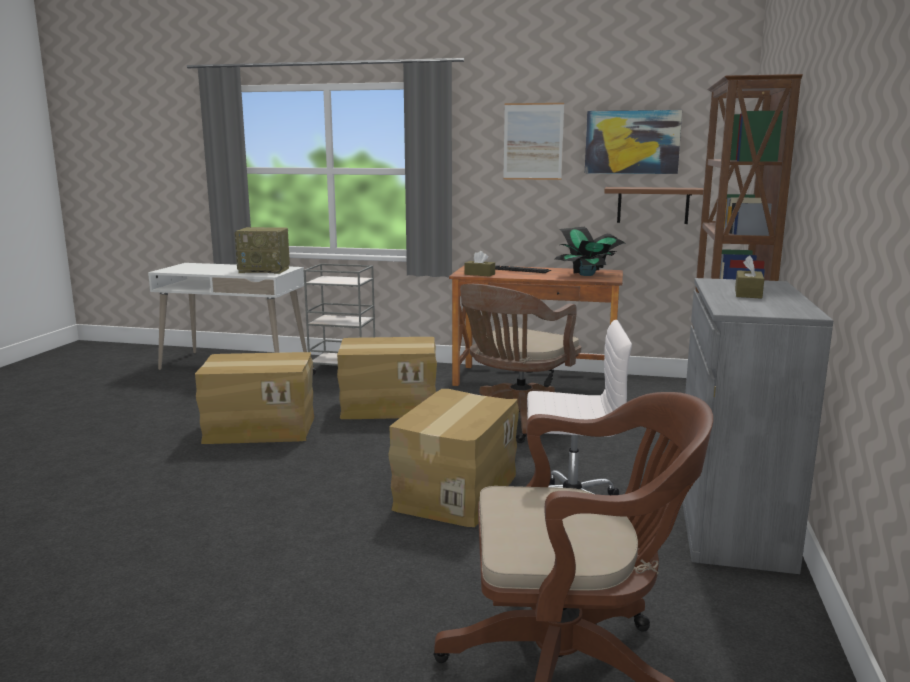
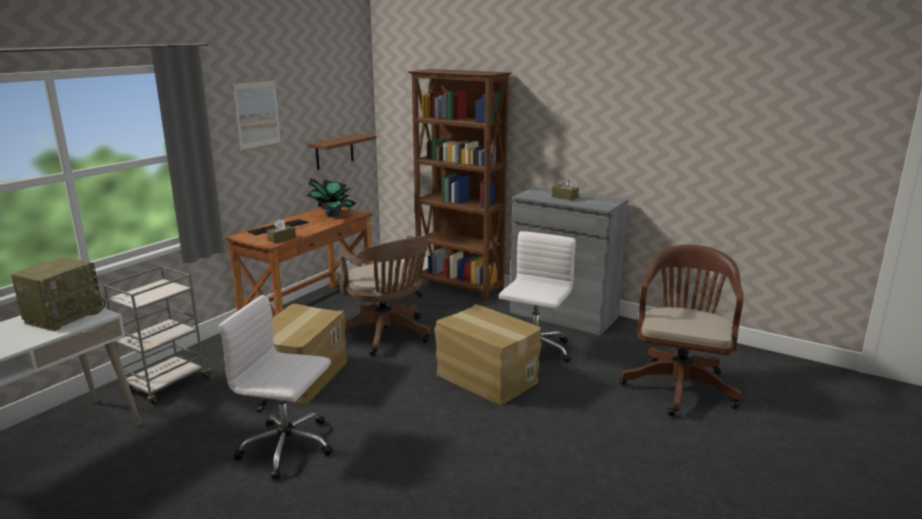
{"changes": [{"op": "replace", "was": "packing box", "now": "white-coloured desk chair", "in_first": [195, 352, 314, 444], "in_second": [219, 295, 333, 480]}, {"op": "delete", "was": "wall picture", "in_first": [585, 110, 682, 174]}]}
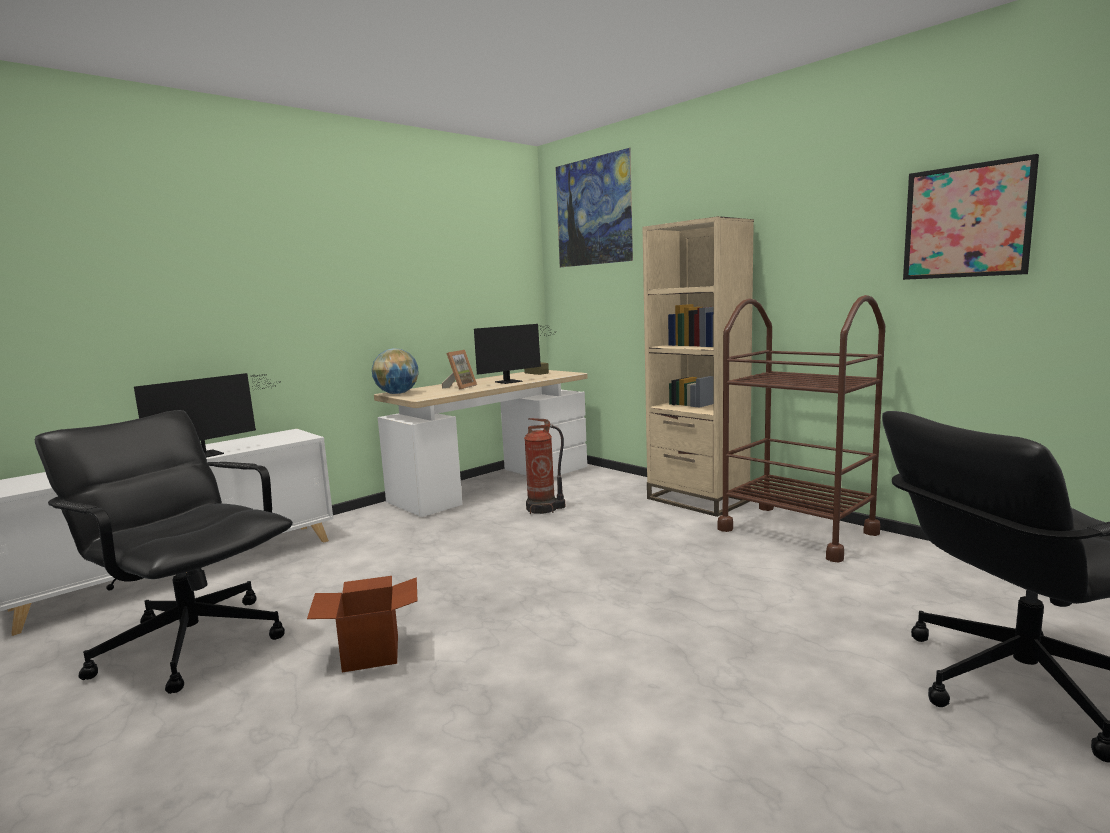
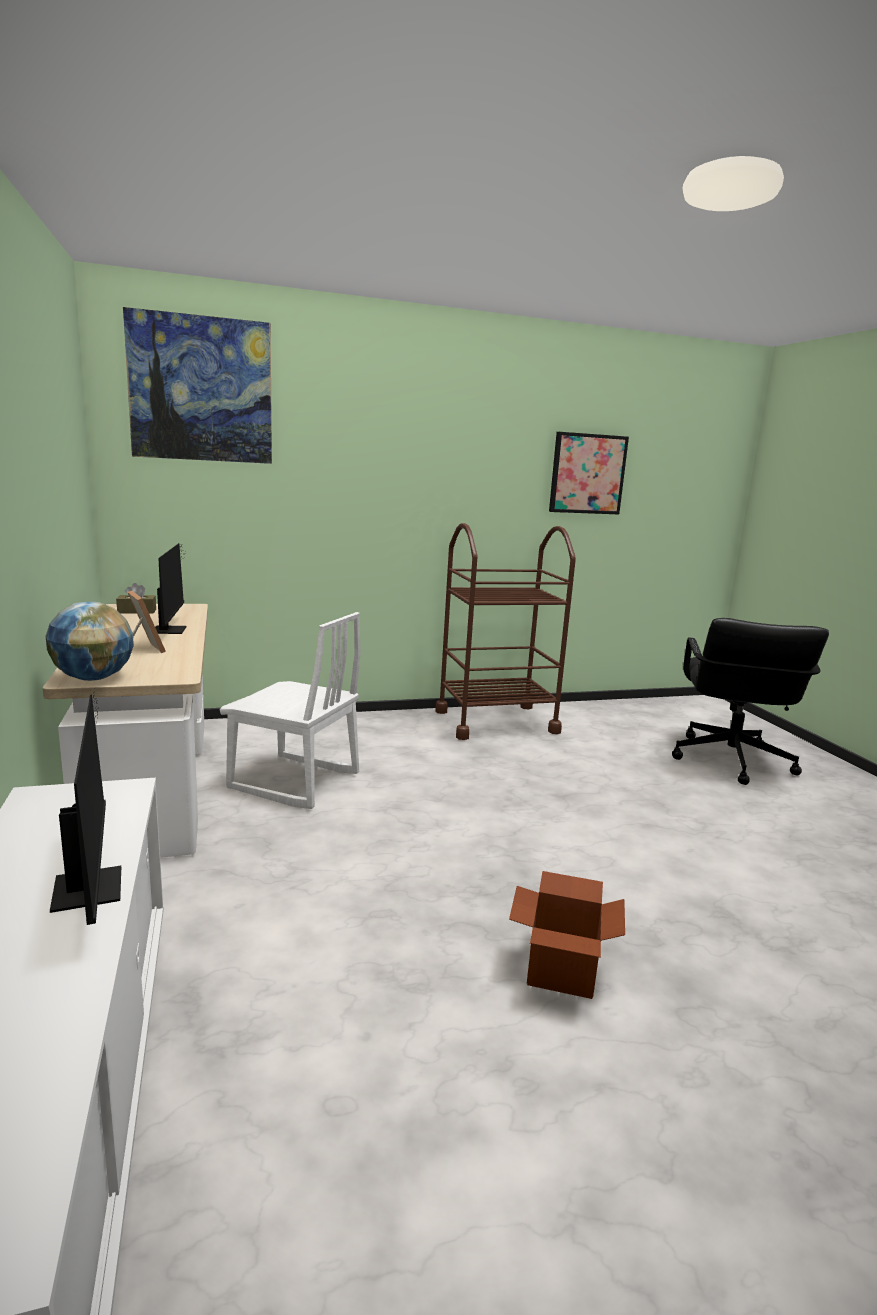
{"changes": [{"op": "replace", "was": "fire extinguisher", "now": "white-coloured chair", "in_first": [524, 418, 565, 514], "in_second": [220, 612, 361, 809]}, {"op": "delete", "was": "black-coloured desk chair", "in_first": [35, 410, 293, 694]}, {"op": "delete", "was": "sand-coloured bookshelf", "in_first": [643, 216, 754, 517]}]}
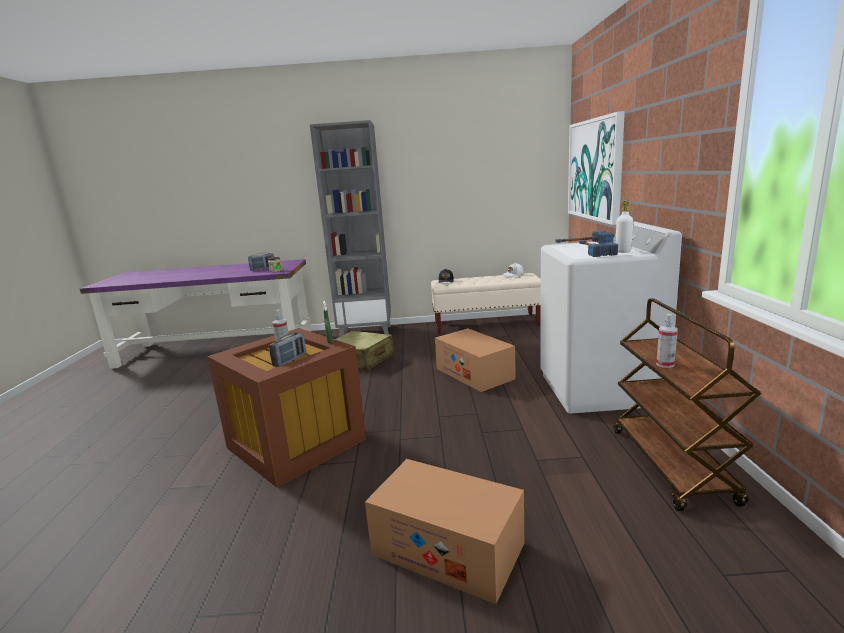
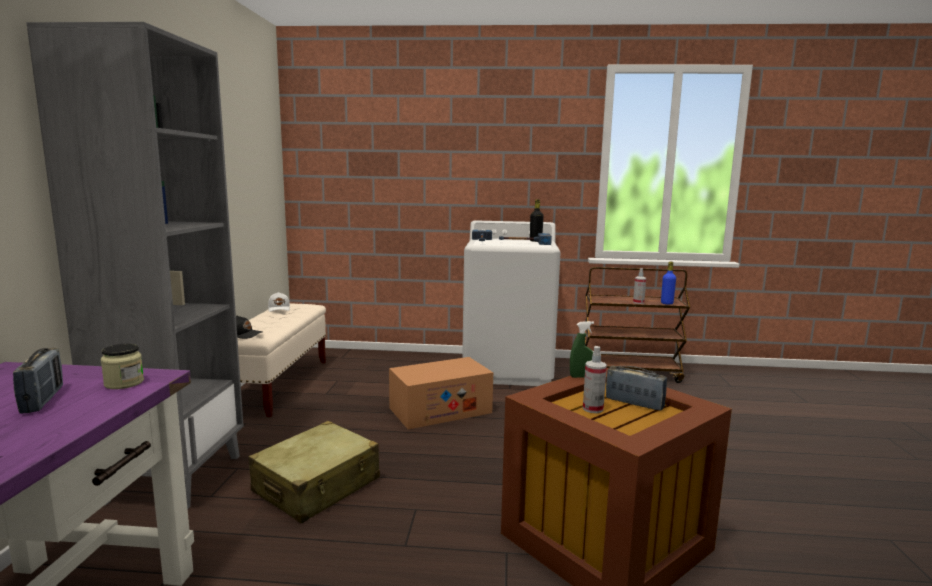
{"changes": [{"op": "recolor", "was": "white-coloured drink bottle", "now": "black-coloured drink bottle", "in_first": [616, 200, 633, 253], "in_second": [530, 199, 544, 242]}, {"op": "insert", "now": "blue-coloured drink bottle", "in_second": [661, 262, 676, 304]}, {"op": "delete", "was": "packing box", "in_first": [365, 459, 524, 604]}, {"op": "delete", "was": "wall picture", "in_first": [568, 111, 625, 225]}]}
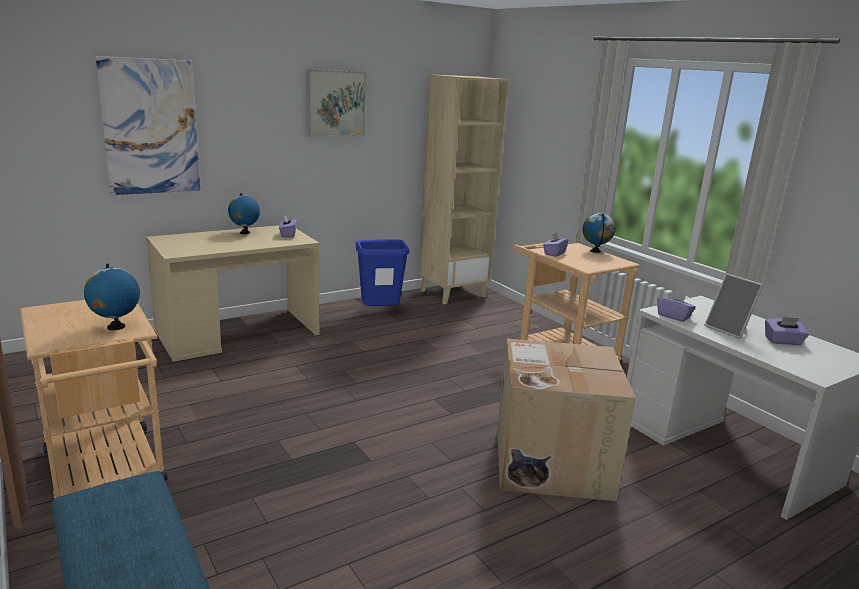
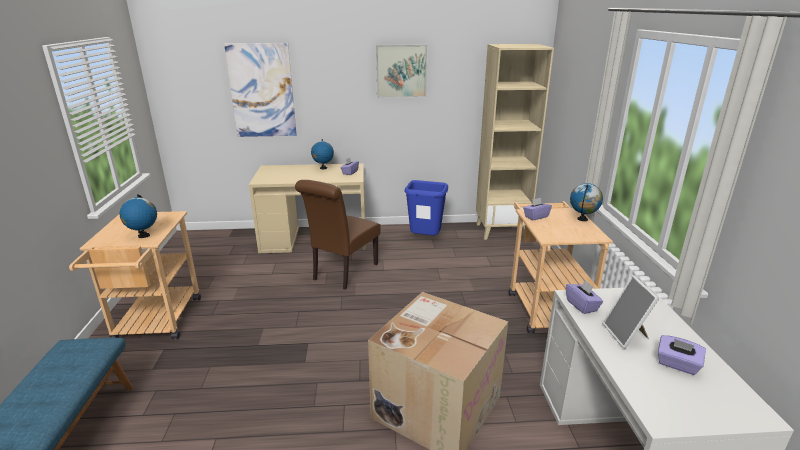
{"changes": [{"op": "insert", "now": "brown-coloured chair", "in_second": [295, 180, 381, 290]}]}
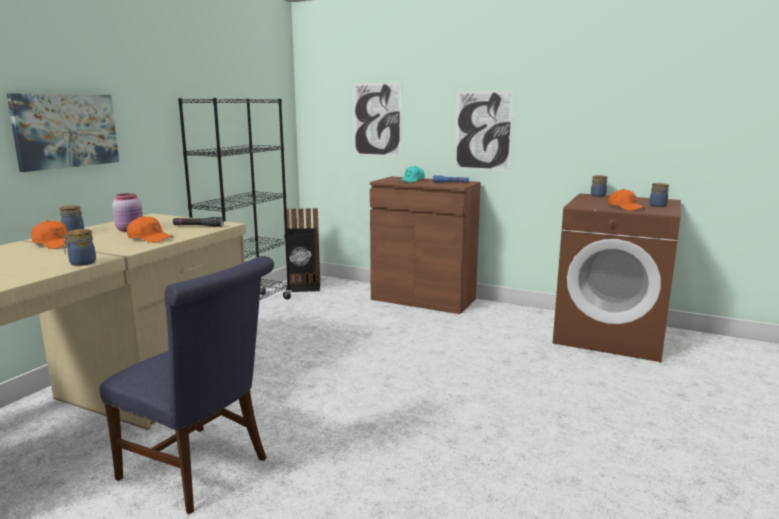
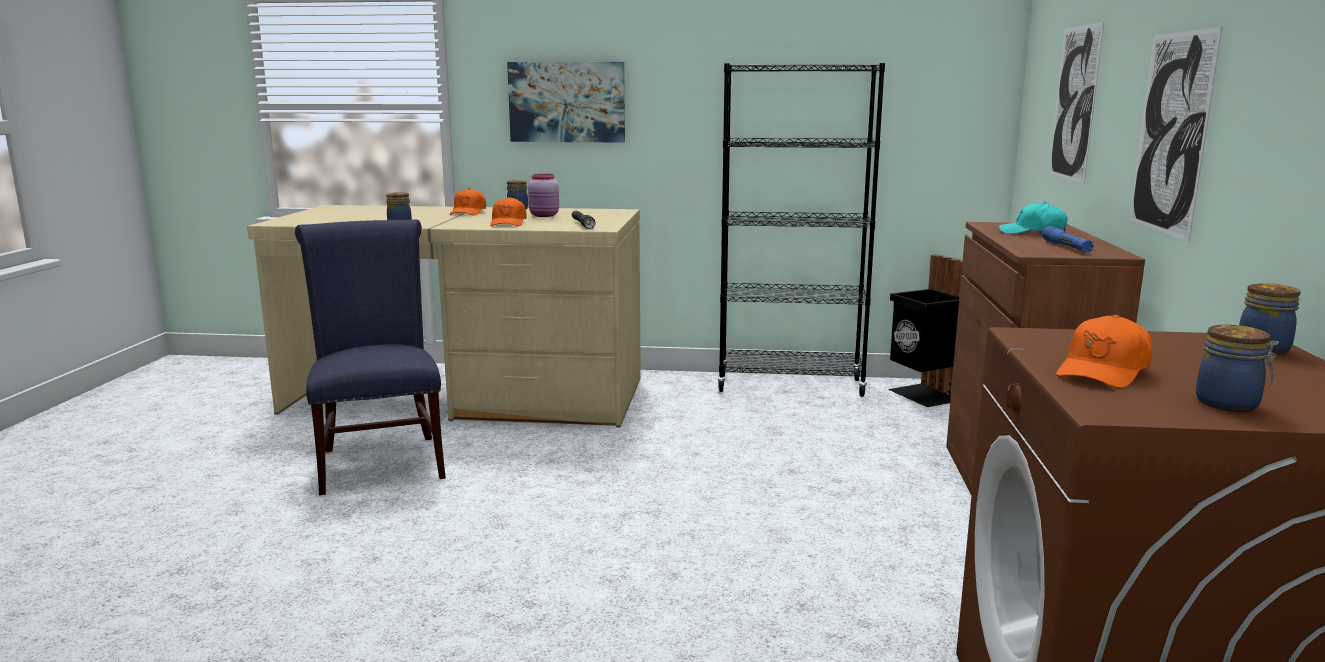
{"changes": [{"op": "rotate", "was": "blue-coloured chair", "in_first": [100, 256, 274, 515], "in_second": [295, 219, 446, 495], "clockwise": 150}]}
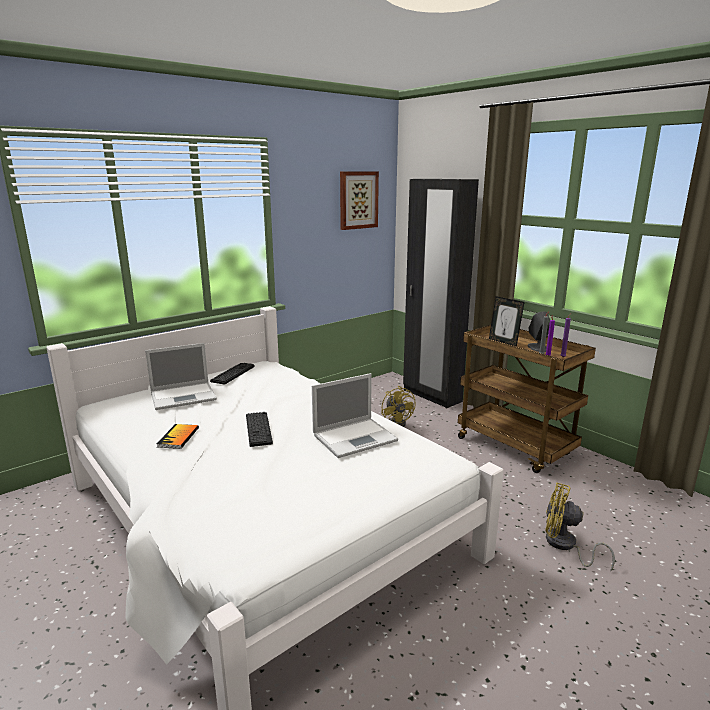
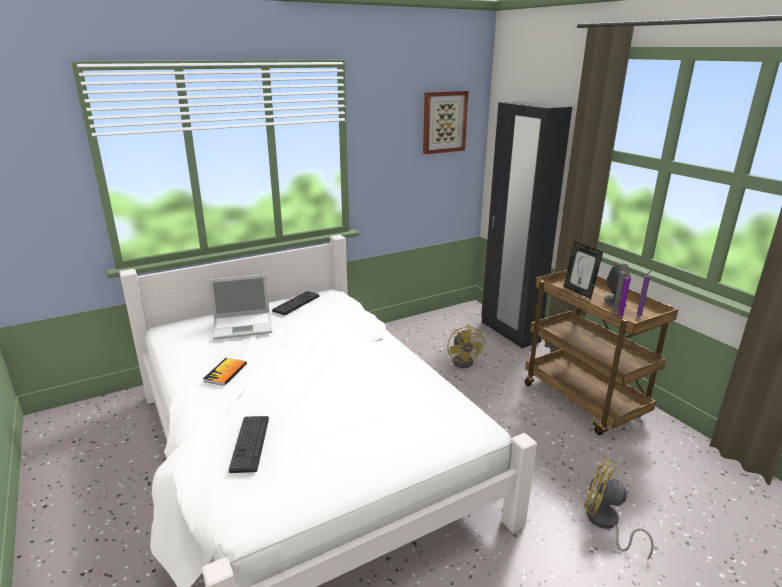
{"changes": [{"op": "move", "was": "computer keyboard", "in_first": [246, 412, 273, 447], "in_second": [229, 416, 269, 473]}, {"op": "delete", "was": "notebook computer", "in_first": [312, 373, 398, 458]}]}
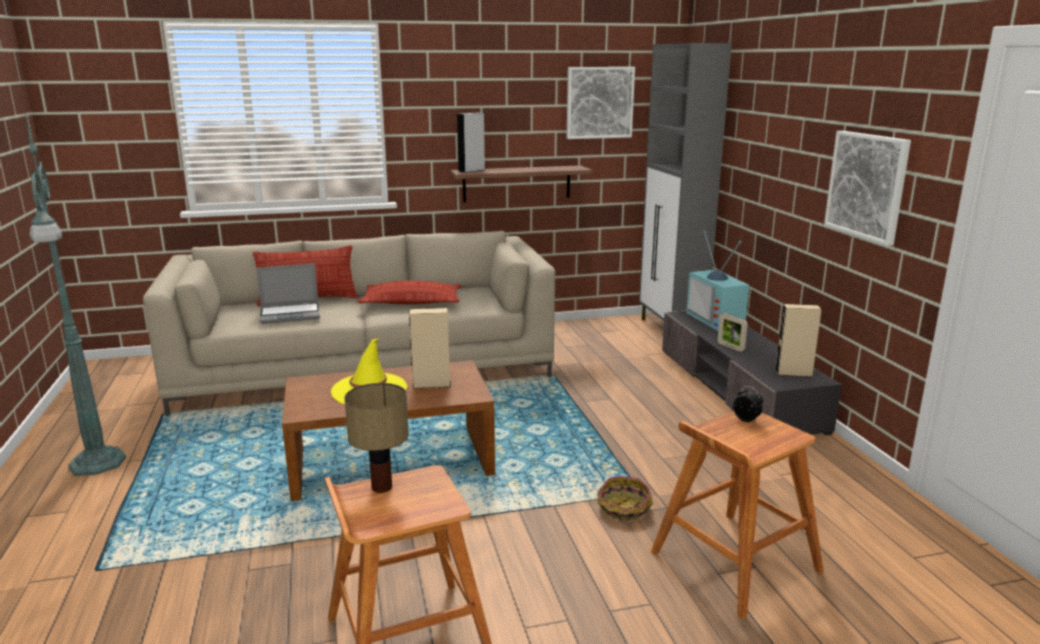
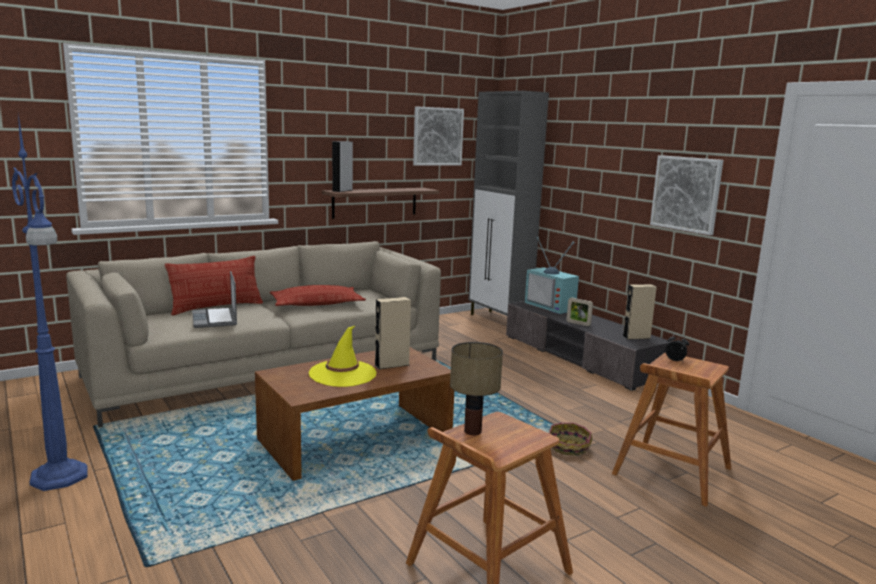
{"changes": [{"op": "recolor", "was": "green-coloured standing lamp", "now": "blue-coloured standing lamp", "in_first": [25, 112, 126, 476], "in_second": [11, 114, 88, 491]}, {"op": "rotate", "was": "notebook computer", "in_first": [256, 264, 320, 324], "in_second": [192, 271, 237, 328], "clockwise": 105}]}
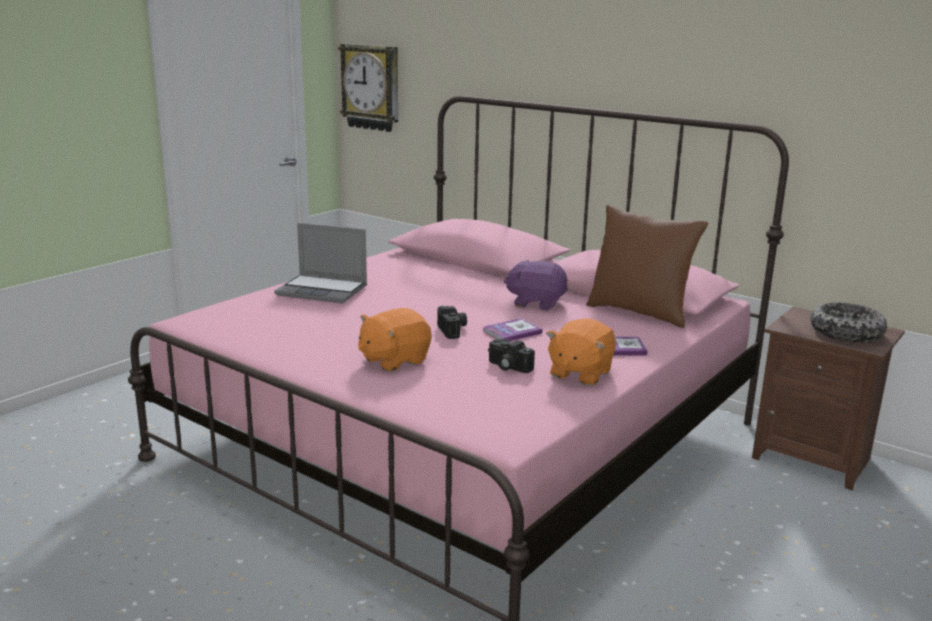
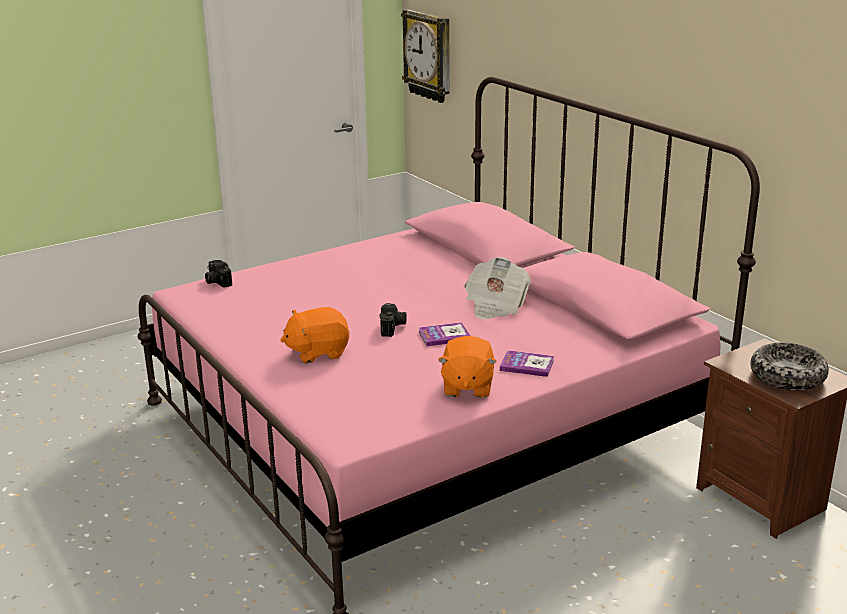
{"changes": [{"op": "move", "was": "still camera", "in_first": [488, 339, 535, 373], "in_second": [205, 260, 232, 288]}, {"op": "rotate", "was": "orangey plush toy", "in_first": [546, 319, 616, 386], "in_second": [438, 336, 497, 398], "clockwise": -45}, {"op": "replace", "was": "purple-coloured plush toy", "now": "newspaper", "in_first": [504, 260, 568, 310], "in_second": [464, 257, 531, 319]}, {"op": "delete", "was": "notebook computer", "in_first": [274, 223, 367, 303]}, {"op": "delete", "was": "brown-coloured pillow", "in_first": [586, 205, 708, 328]}]}
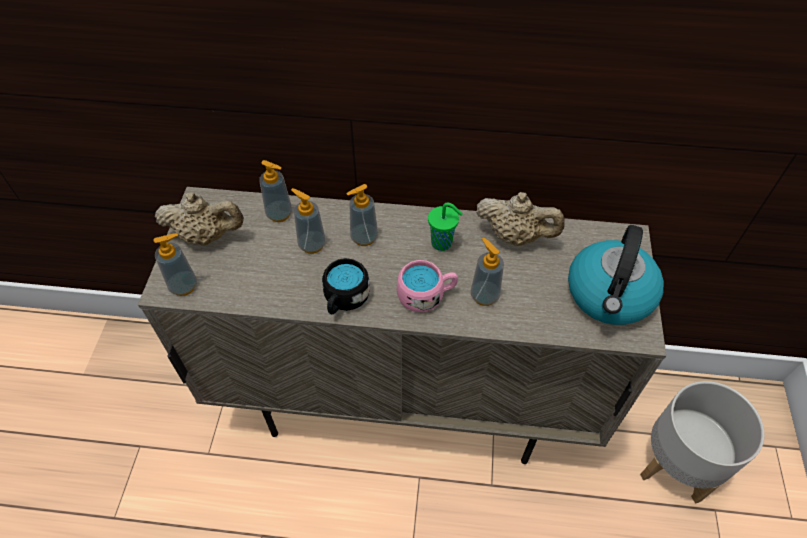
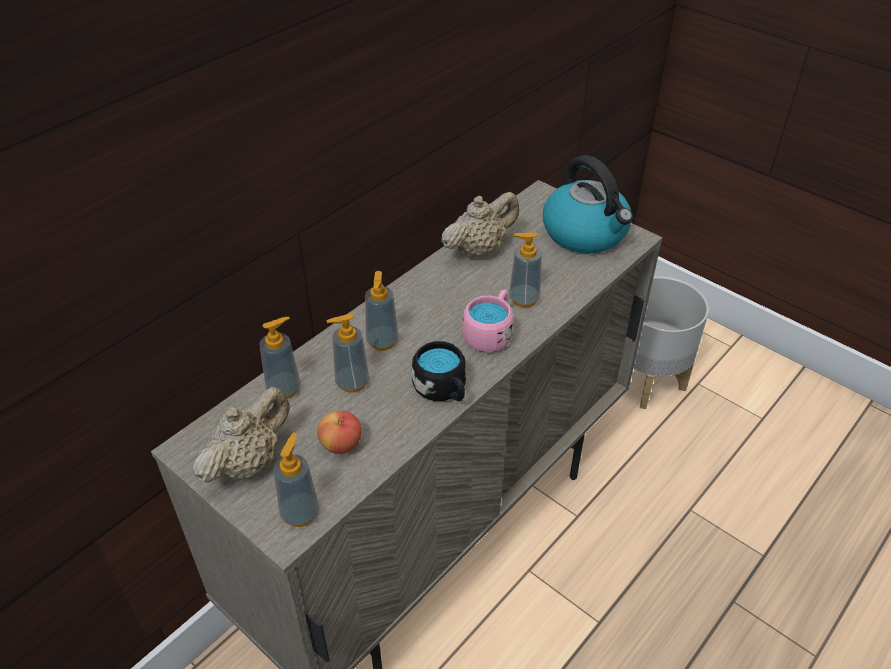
{"changes": [{"op": "insert", "now": "apple fruit", "in_second": [317, 410, 362, 454]}, {"op": "delete", "was": "green-coloured drinking cup", "in_first": [428, 202, 463, 251]}]}
